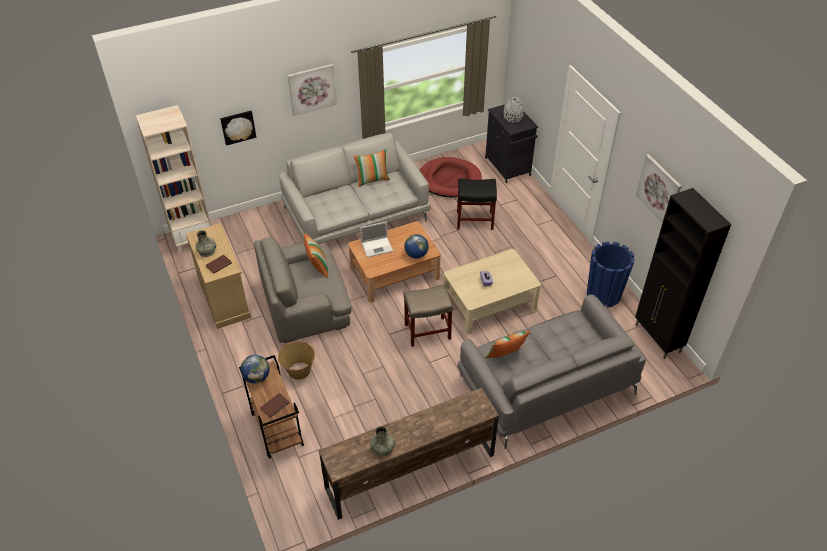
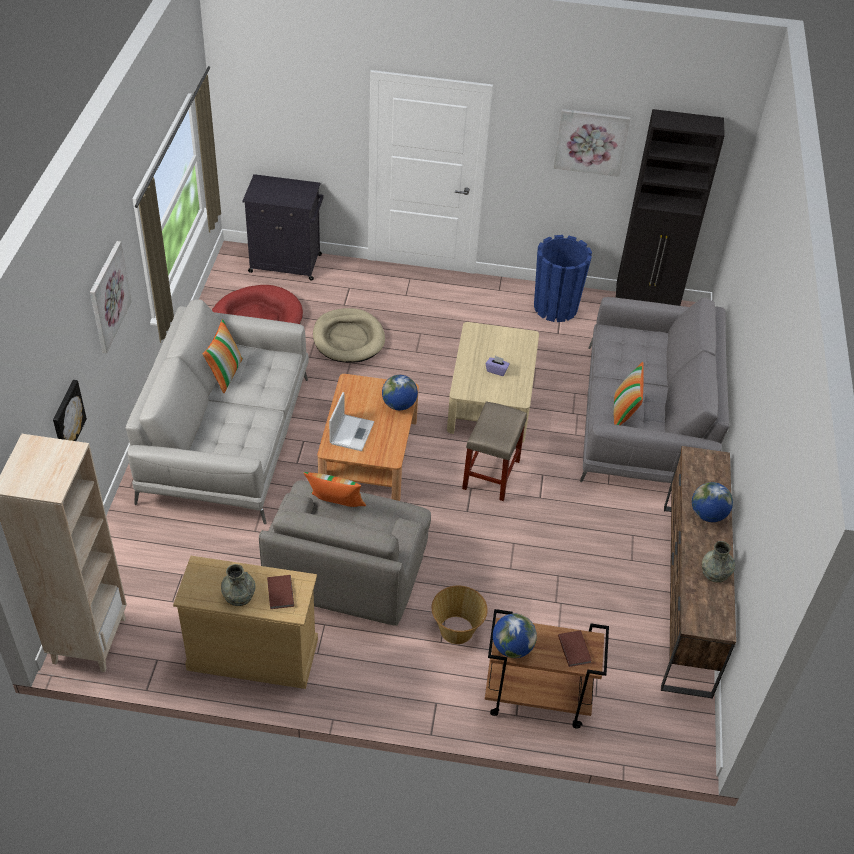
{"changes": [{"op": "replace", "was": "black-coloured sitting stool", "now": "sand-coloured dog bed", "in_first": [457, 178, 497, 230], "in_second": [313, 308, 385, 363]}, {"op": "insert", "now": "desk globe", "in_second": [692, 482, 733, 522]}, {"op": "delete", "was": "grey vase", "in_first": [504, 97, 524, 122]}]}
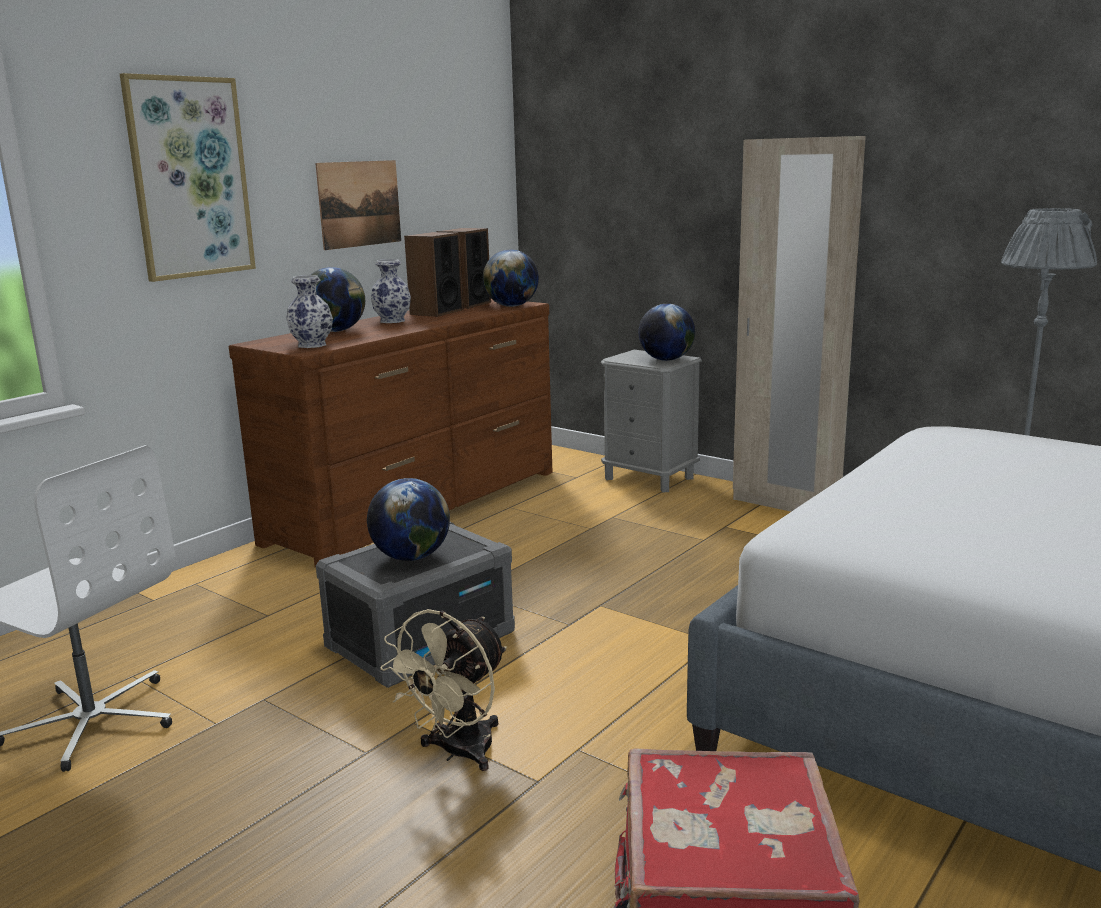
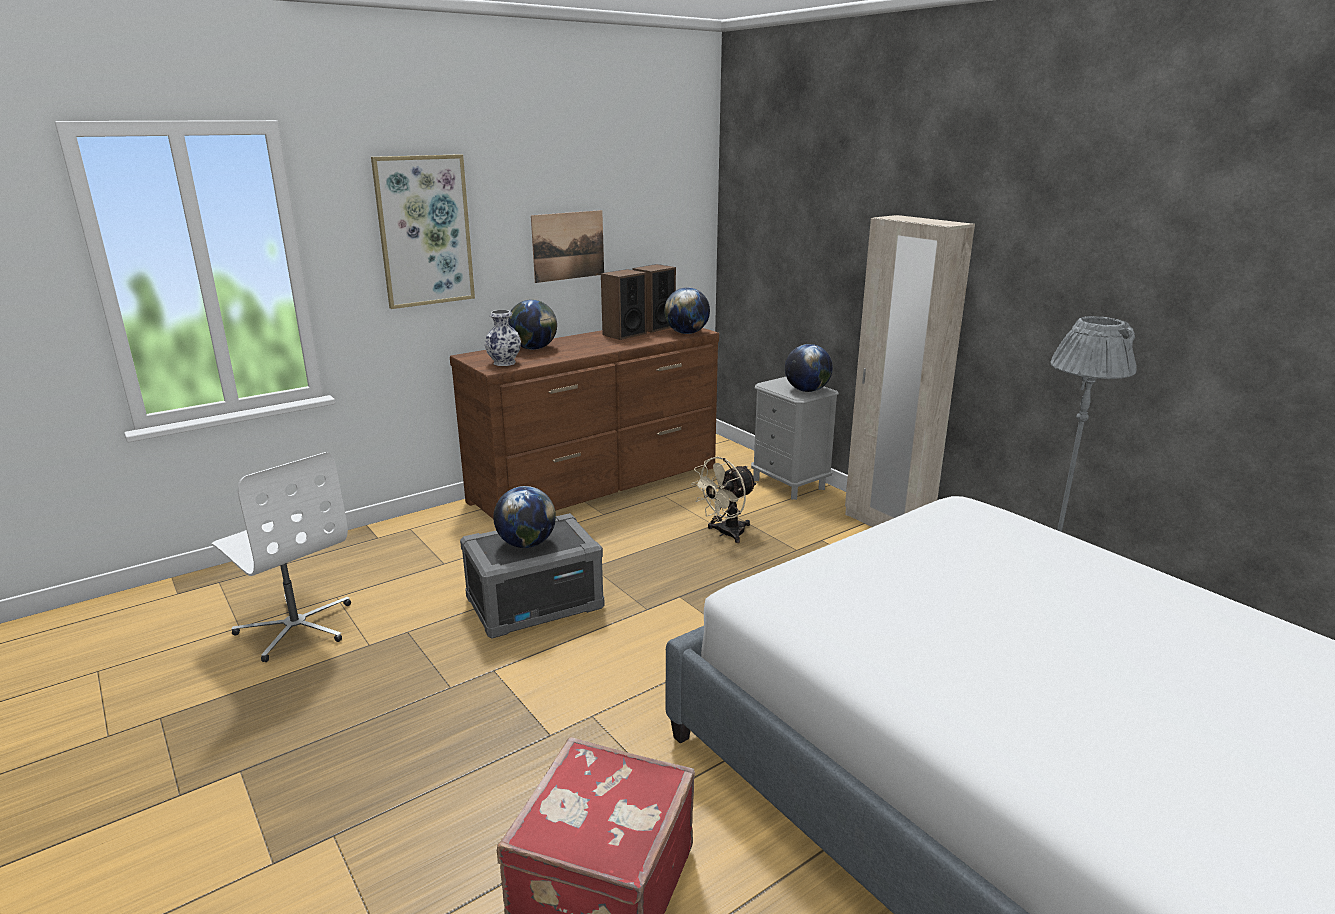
{"changes": [{"op": "move", "was": "sand-coloured fan", "in_first": [380, 609, 507, 771], "in_second": [691, 457, 757, 543]}, {"op": "delete", "was": "vase", "in_first": [371, 259, 411, 323]}]}
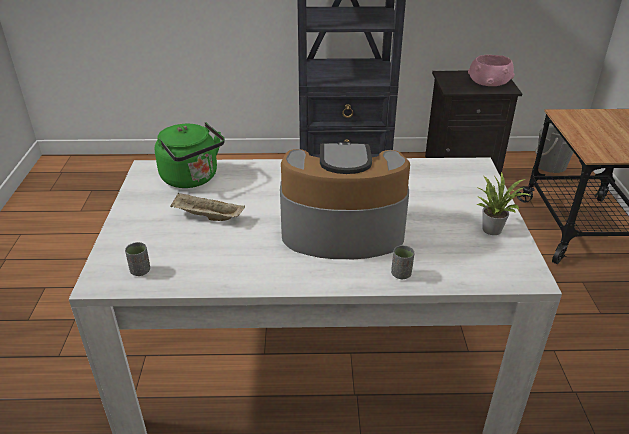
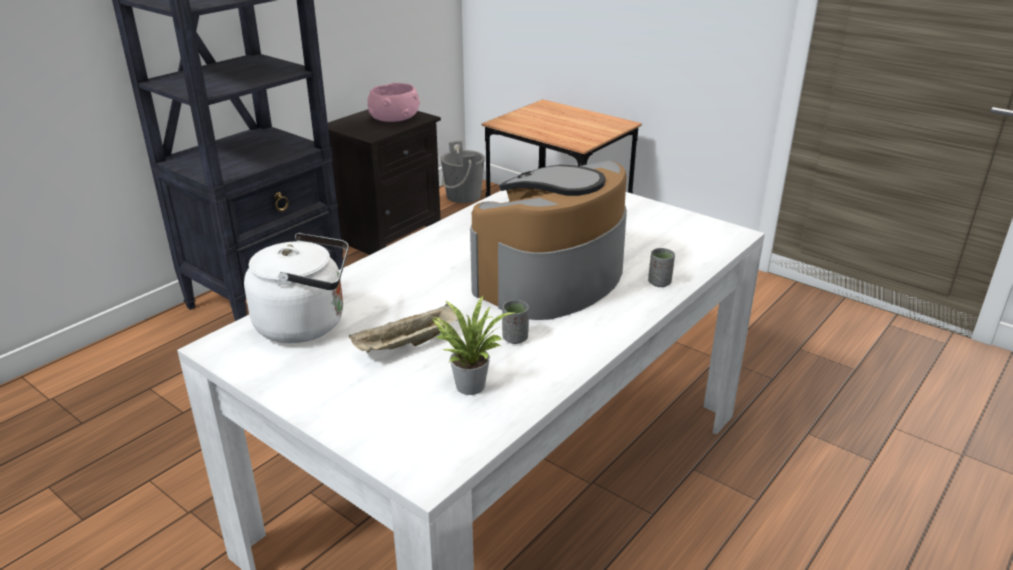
{"changes": [{"op": "recolor", "was": "green-coloured water kettle", "now": "white-coloured water kettle", "in_first": [155, 122, 225, 188], "in_second": [244, 233, 349, 343]}, {"op": "move", "was": "plant in a pot", "in_first": [477, 172, 532, 235], "in_second": [433, 296, 515, 395]}, {"op": "move", "was": "grey drinking cup", "in_first": [125, 242, 150, 276], "in_second": [502, 300, 529, 344]}]}
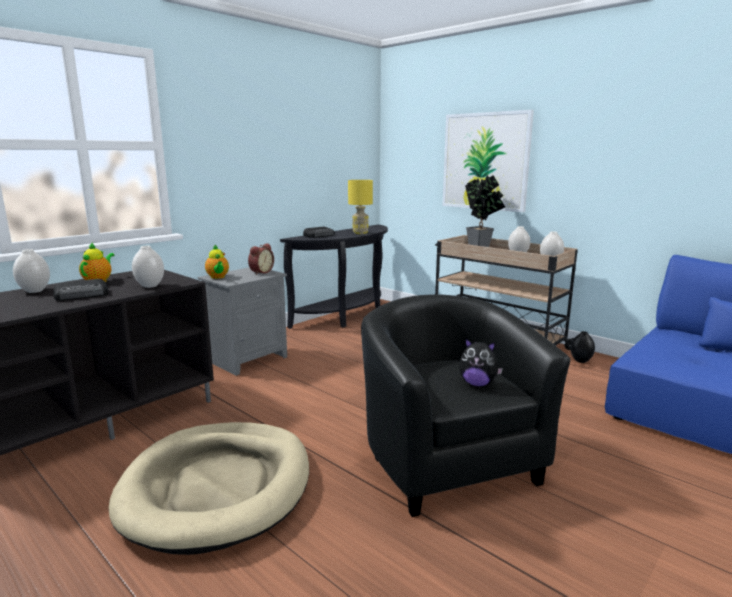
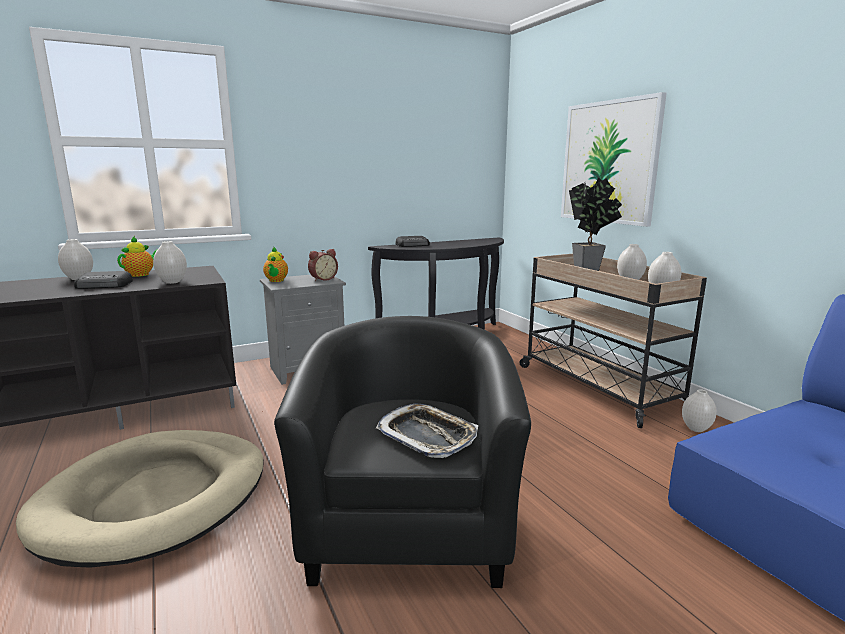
{"changes": [{"op": "replace", "was": "plush toy", "now": "serving tray", "in_first": [459, 339, 503, 387], "in_second": [376, 404, 478, 458]}, {"op": "recolor", "was": "black-coloured vase", "now": "white-coloured vase", "in_first": [571, 331, 595, 363], "in_second": [682, 389, 717, 432]}, {"op": "delete", "was": "yellow table lamp", "in_first": [348, 180, 373, 234]}]}
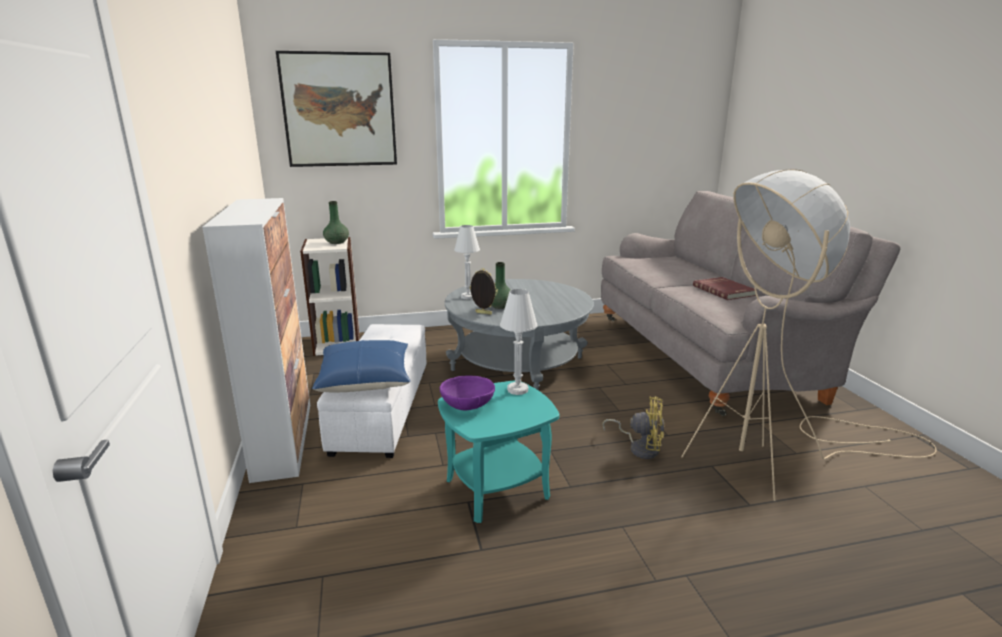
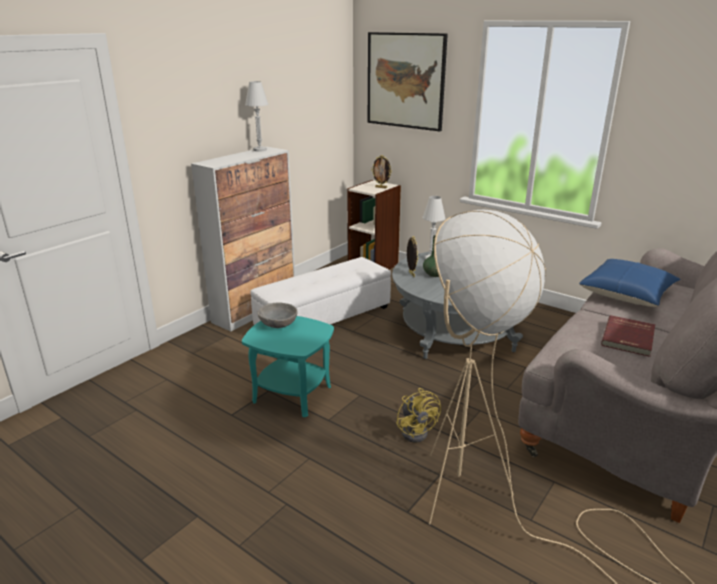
{"changes": [{"op": "move", "was": "white-coloured table lamp", "in_first": [500, 289, 537, 395], "in_second": [245, 81, 268, 152]}, {"op": "recolor", "was": "purple-coloured bowl", "now": "grey bowl", "in_first": [440, 376, 495, 410], "in_second": [257, 303, 298, 328]}, {"op": "replace", "was": "green-coloured vase", "now": "picture frame", "in_first": [323, 201, 349, 244], "in_second": [371, 155, 392, 188]}, {"op": "move", "was": "blue-coloured pillow", "in_first": [312, 340, 410, 392], "in_second": [579, 259, 680, 307]}]}
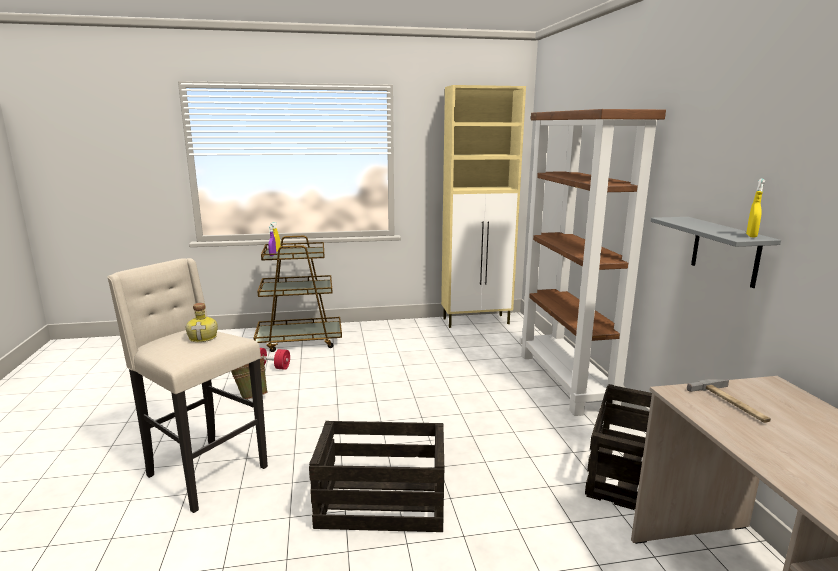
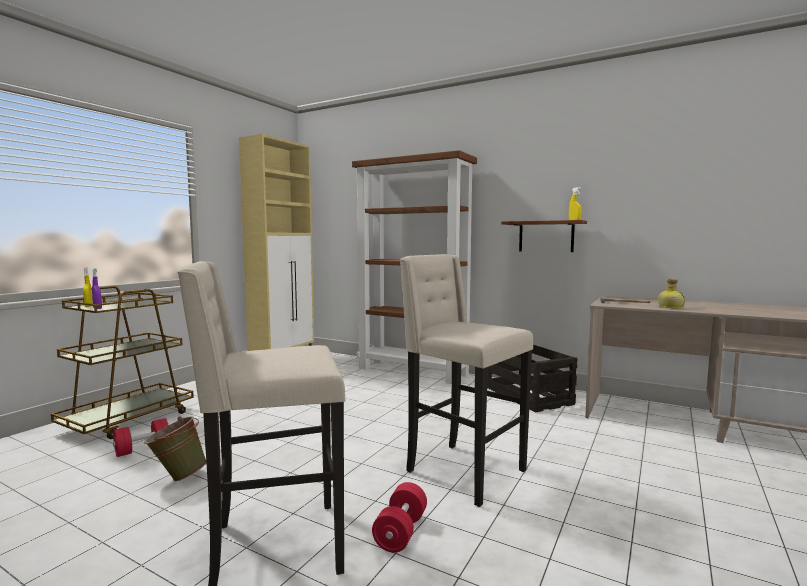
{"changes": [{"op": "insert", "now": "reddish hand weight", "in_second": [372, 482, 427, 553]}, {"op": "replace", "was": "crate", "now": "sand-coloured sitting stool", "in_first": [309, 421, 444, 532], "in_second": [400, 254, 533, 507]}, {"op": "recolor", "was": "grey bracket shelf", "now": "brown-coloured bracket shelf", "in_first": [651, 217, 781, 288], "in_second": [501, 220, 587, 252]}, {"op": "move", "was": "drink bottle", "in_first": [186, 303, 218, 342], "in_second": [658, 279, 685, 308]}]}
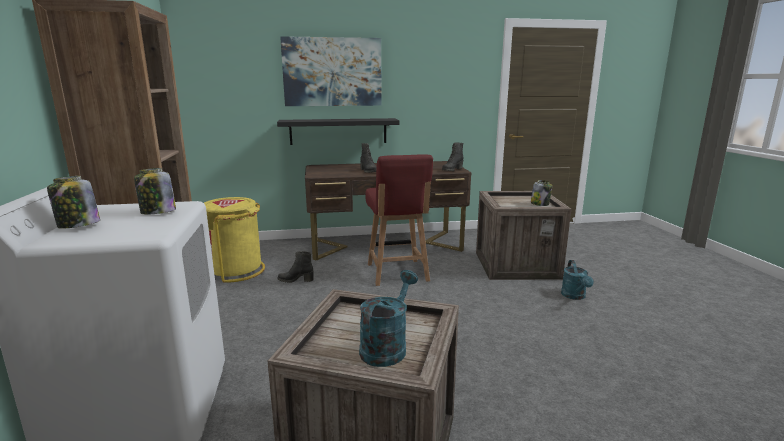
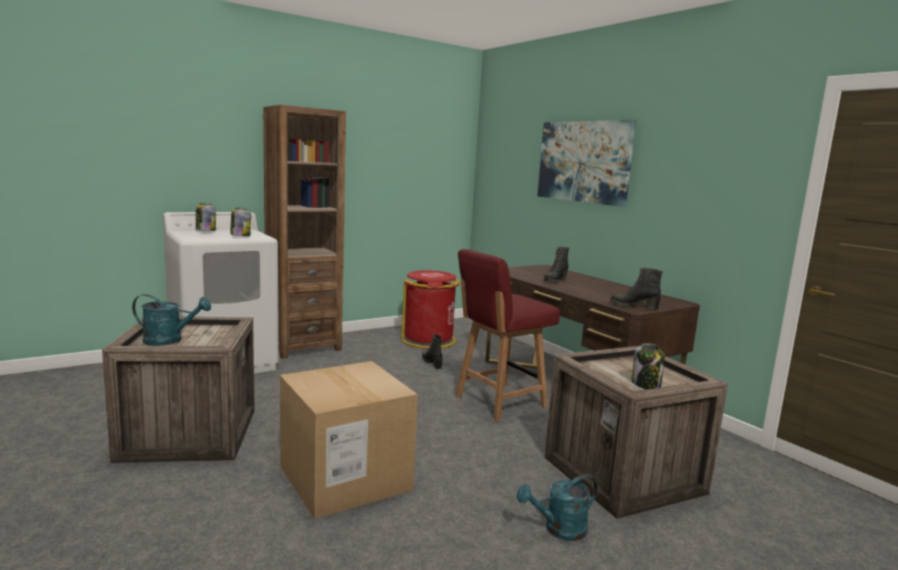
{"changes": [{"op": "insert", "now": "packing box", "in_second": [280, 361, 418, 519]}, {"op": "recolor", "was": "yellow rubbish bin", "now": "reddish rubbish bin", "in_first": [204, 197, 265, 283], "in_second": [402, 270, 460, 349]}, {"op": "delete", "was": "black-coloured bracket shelf", "in_first": [277, 118, 399, 145]}]}
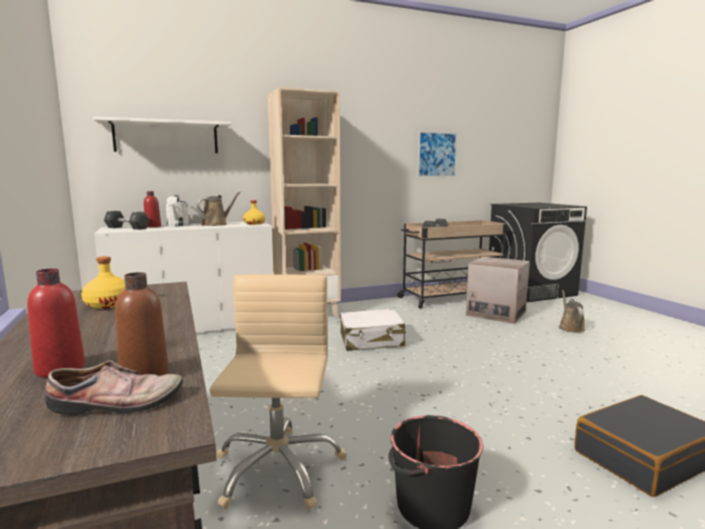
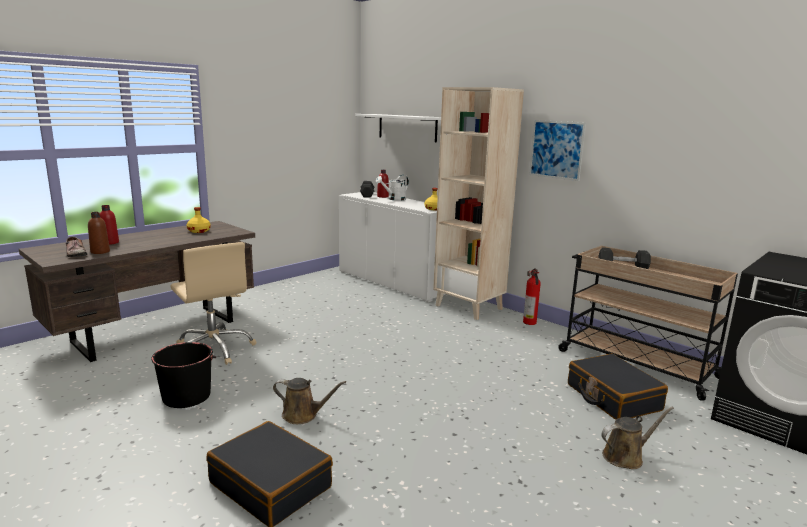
{"changes": [{"op": "rotate", "was": "sand-coloured desk chair", "in_first": [210, 274, 347, 511], "in_second": [171, 242, 256, 365], "clockwise": 75}, {"op": "move", "was": "brown-coloured watering pot", "in_first": [197, 192, 241, 226], "in_second": [273, 378, 346, 424]}, {"op": "insert", "now": "fire extinguisher", "in_second": [523, 268, 541, 325]}, {"op": "move", "was": "wall picture", "in_first": [417, 131, 458, 177], "in_second": [529, 120, 586, 181]}, {"op": "replace", "was": "packing box", "now": "black-coloured suitcase", "in_first": [466, 257, 530, 324], "in_second": [568, 354, 668, 420]}, {"op": "delete", "was": "white-coloured suitcase", "in_first": [340, 309, 406, 351]}]}
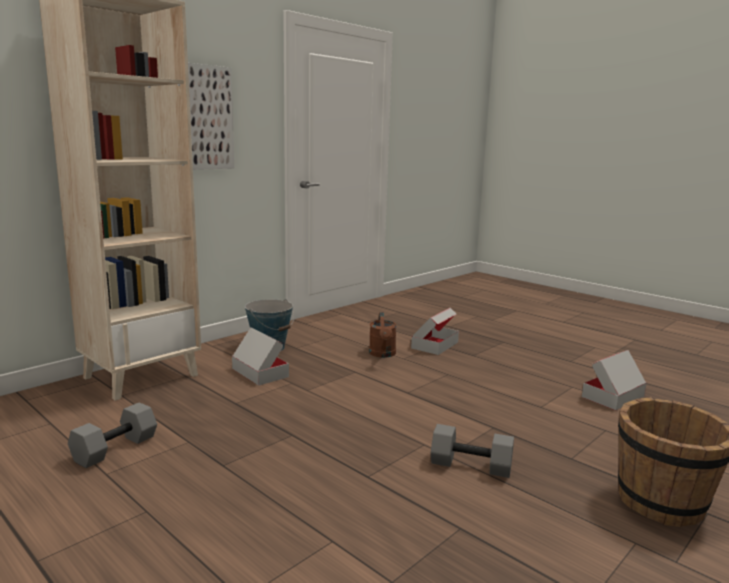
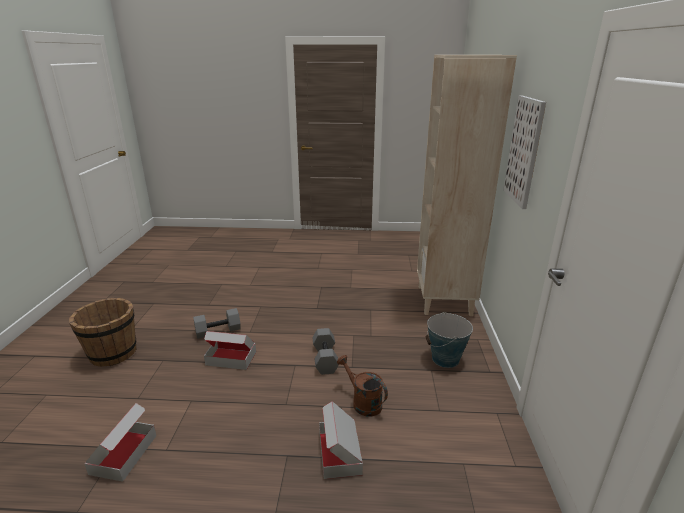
{"changes": [{"op": "move", "was": "packing box", "in_first": [232, 327, 289, 386], "in_second": [204, 331, 256, 370]}, {"op": "move", "was": "grey hand weight", "in_first": [68, 402, 157, 468], "in_second": [312, 328, 339, 375]}]}
